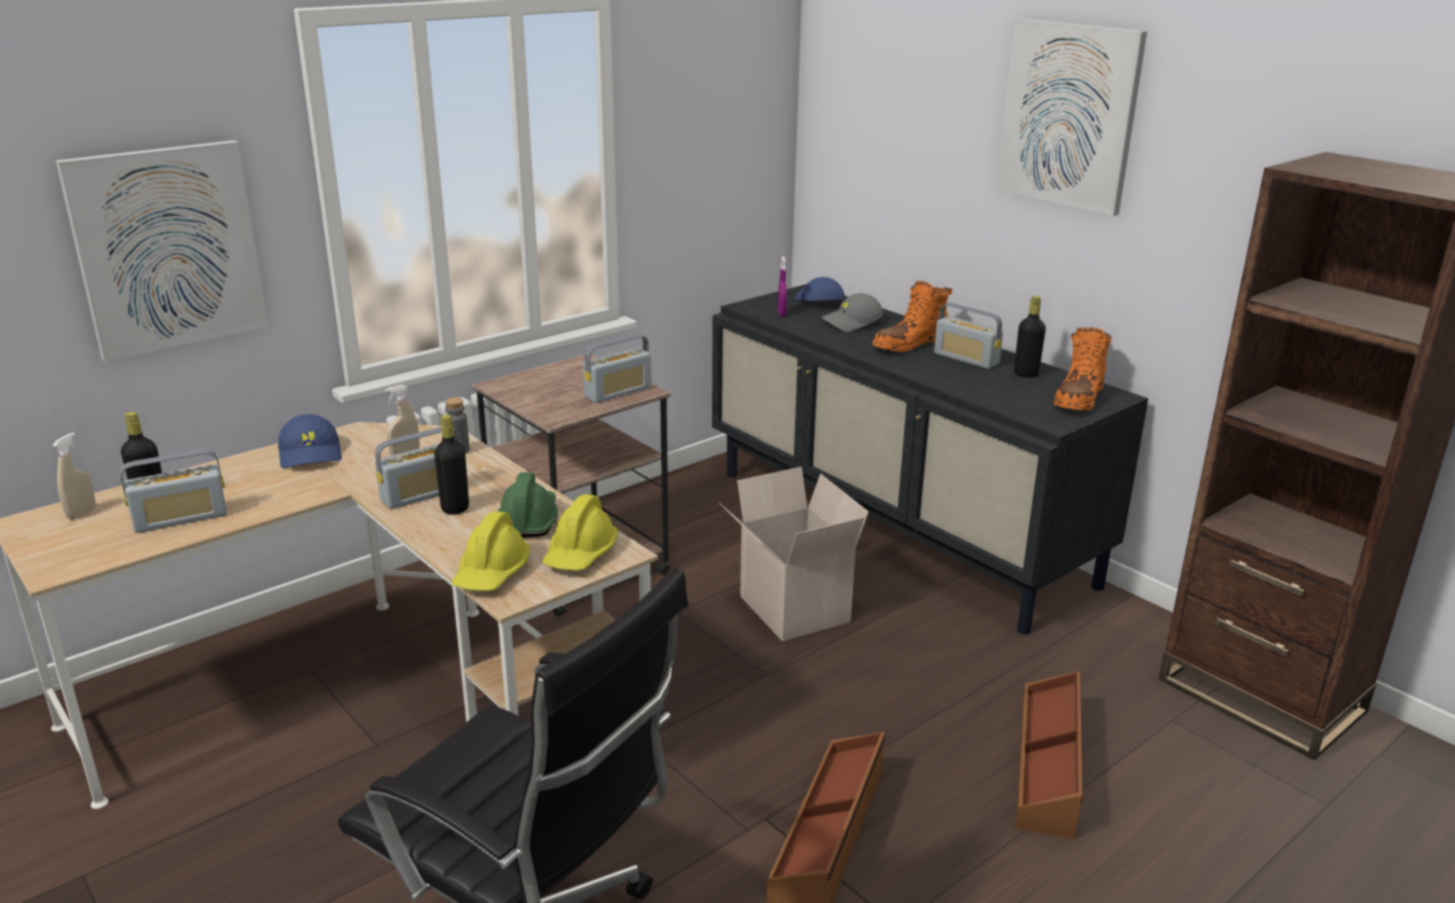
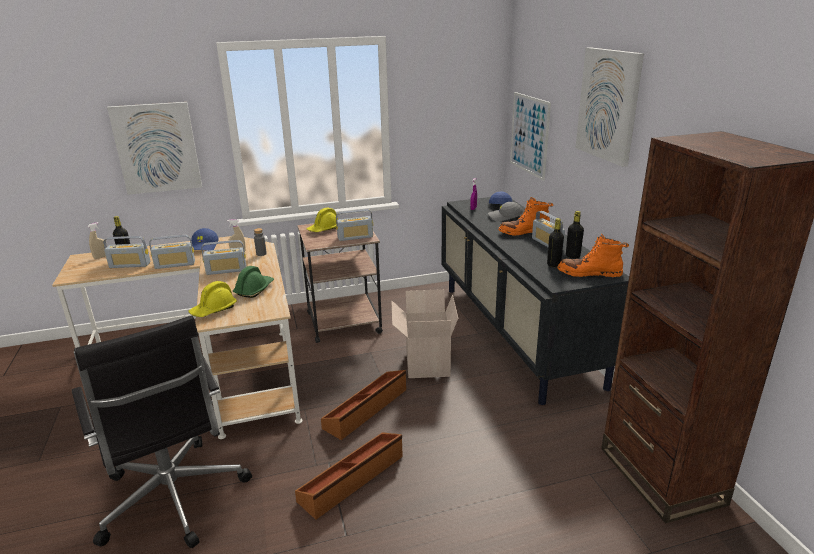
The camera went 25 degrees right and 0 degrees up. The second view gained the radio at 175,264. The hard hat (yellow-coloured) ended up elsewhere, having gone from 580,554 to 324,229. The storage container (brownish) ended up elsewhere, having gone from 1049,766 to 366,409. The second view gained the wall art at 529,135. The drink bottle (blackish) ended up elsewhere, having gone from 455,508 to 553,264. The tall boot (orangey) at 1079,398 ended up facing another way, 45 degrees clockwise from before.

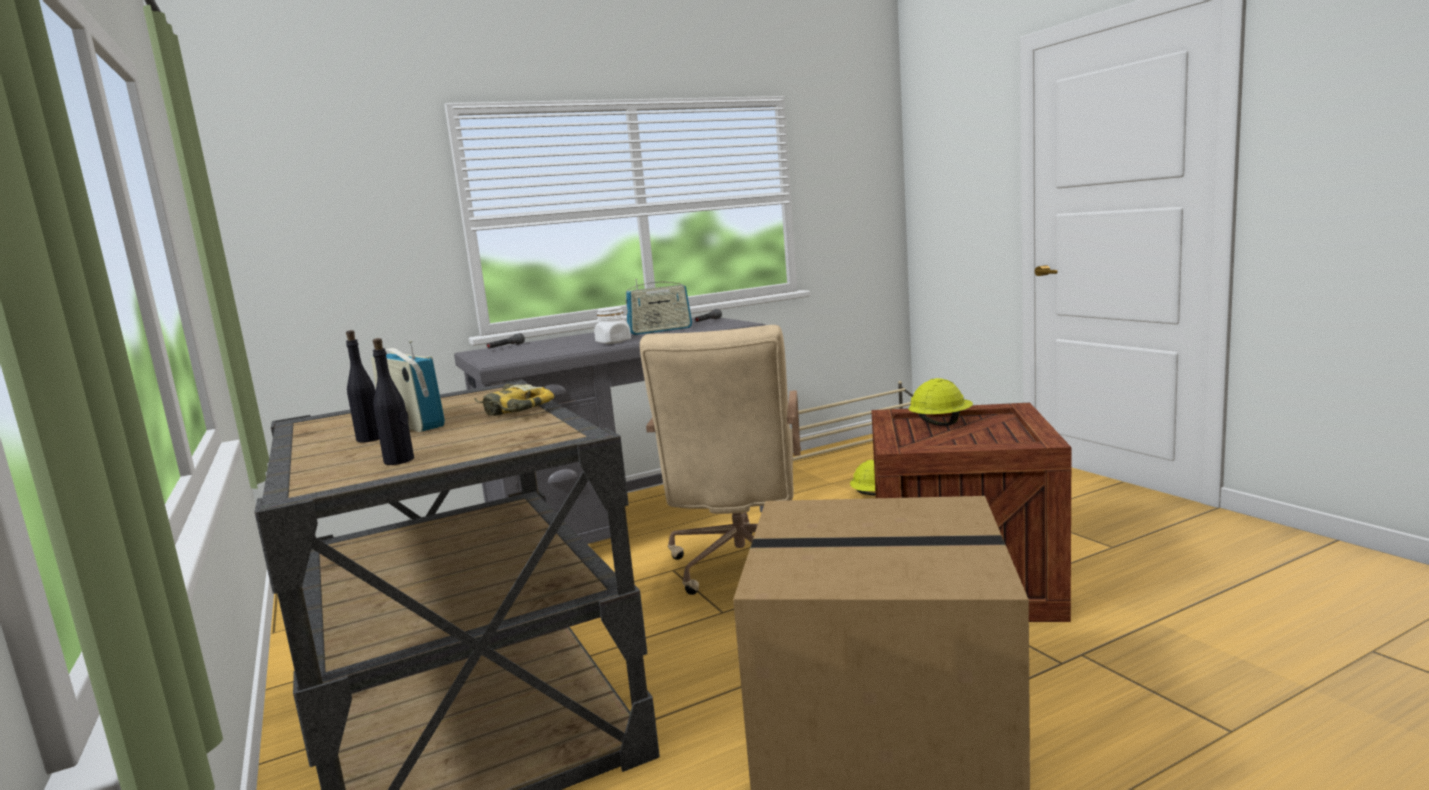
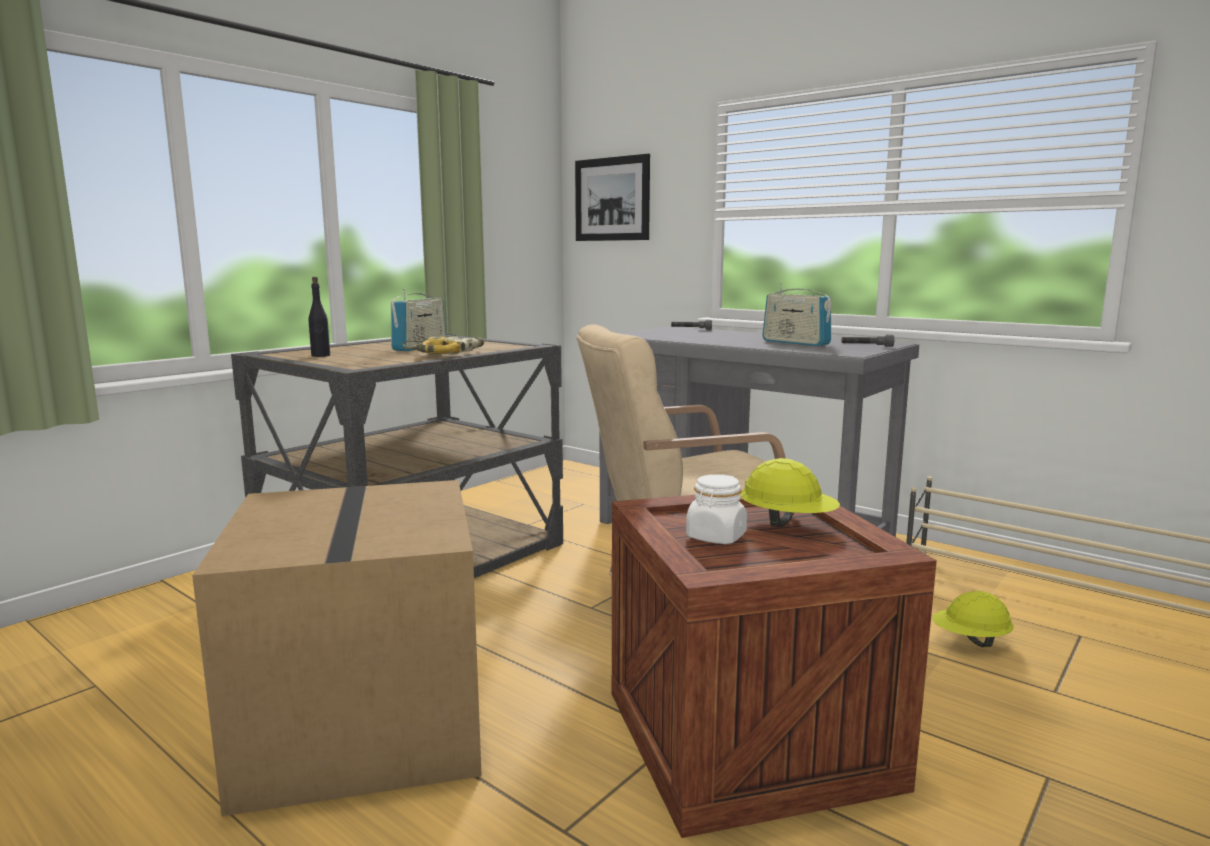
The camera went 65 degrees right and 0 degrees up. The second view gained the wall art at 612,199. The storage jar (white-coloured) ended up elsewhere, having gone from 613,342 to 716,537. The second view lost the drink bottle (blackish) at 370,439.

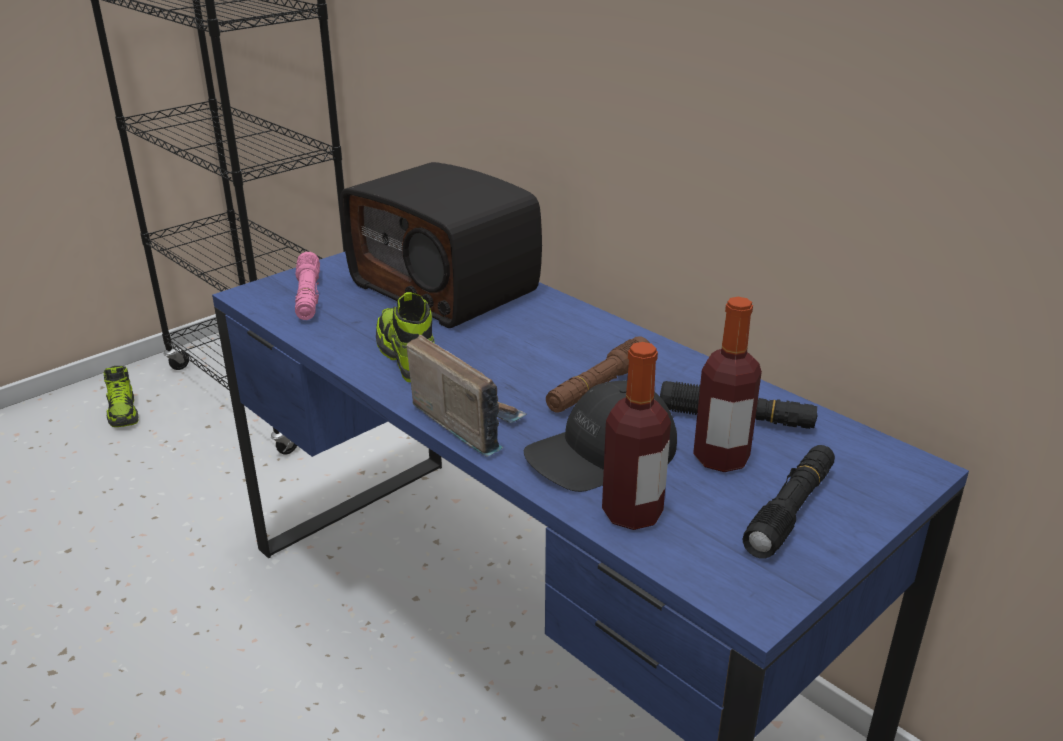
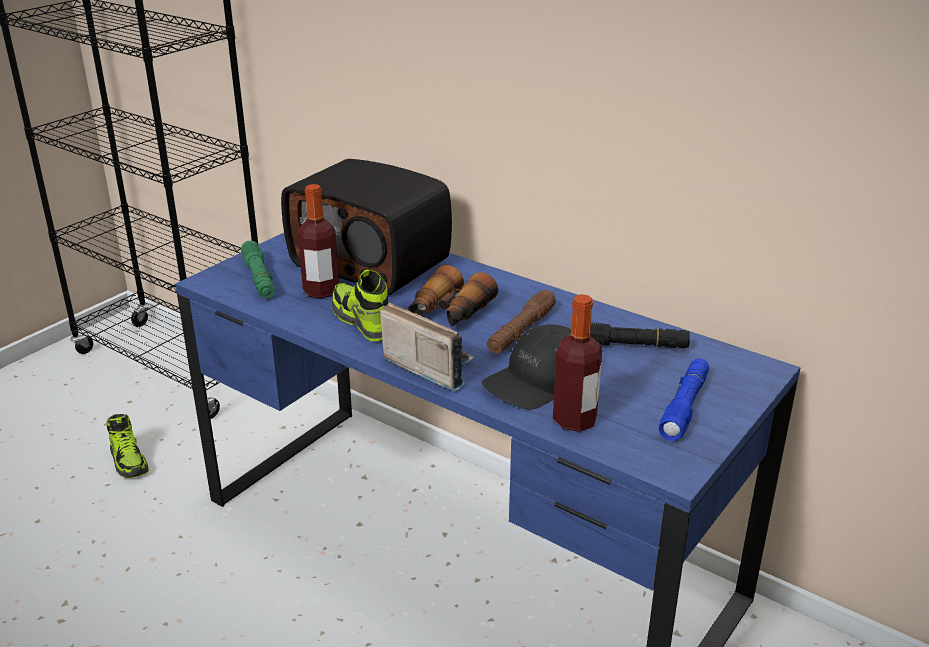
The camera went 10 degrees left and 0 degrees up. The shoe ended up elsewhere, having gone from 124,412 to 129,461. What was the torch (pink) at 308,296 turned into the torch (greenish) at 259,278. The drink bottle ended up elsewhere, having gone from 721,458 to 321,291. The second view gained the field glasses at 449,313. What was the torch (blackish) at 790,510 turned into the torch (blue-coloured) at 684,407.

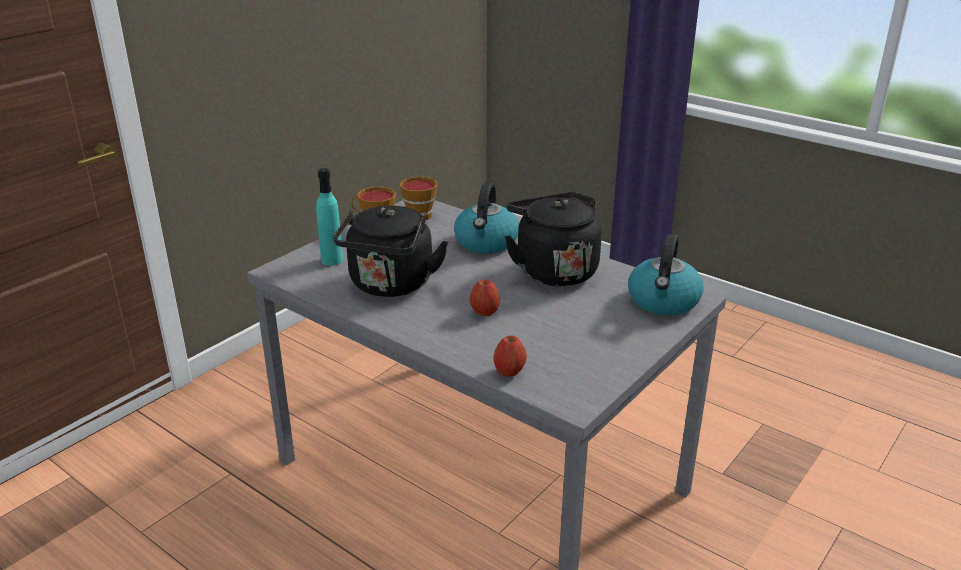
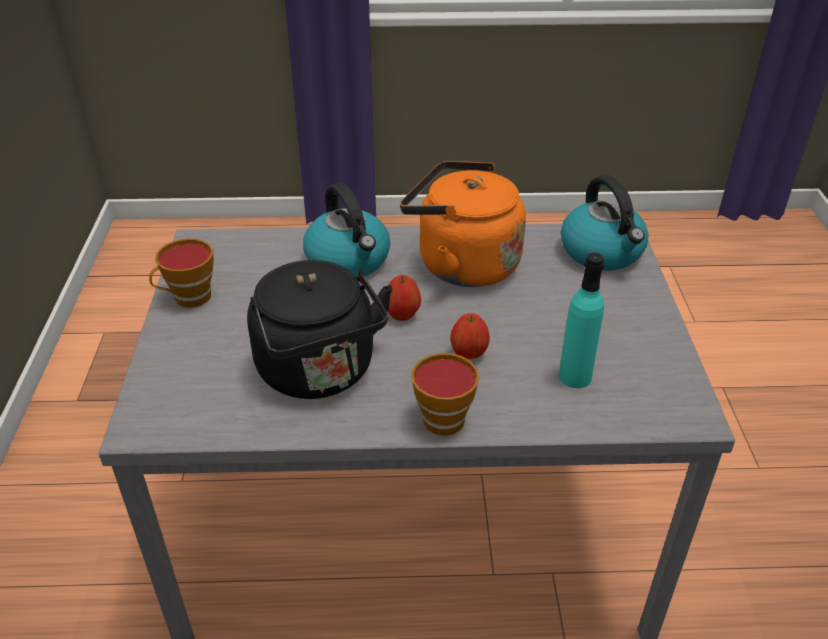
The camera went 40 degrees left and 10 degrees up. The whole apple ended up elsewhere, having gone from 509,372 to 402,314. What was the water kettle (blackish) at 553,270 turned into the water kettle (orangey) at 462,264. The small cup ended up elsewhere, having gone from 421,214 to 442,415. The drink bottle (blue-green) ended up elsewhere, having gone from 332,260 to 575,376.

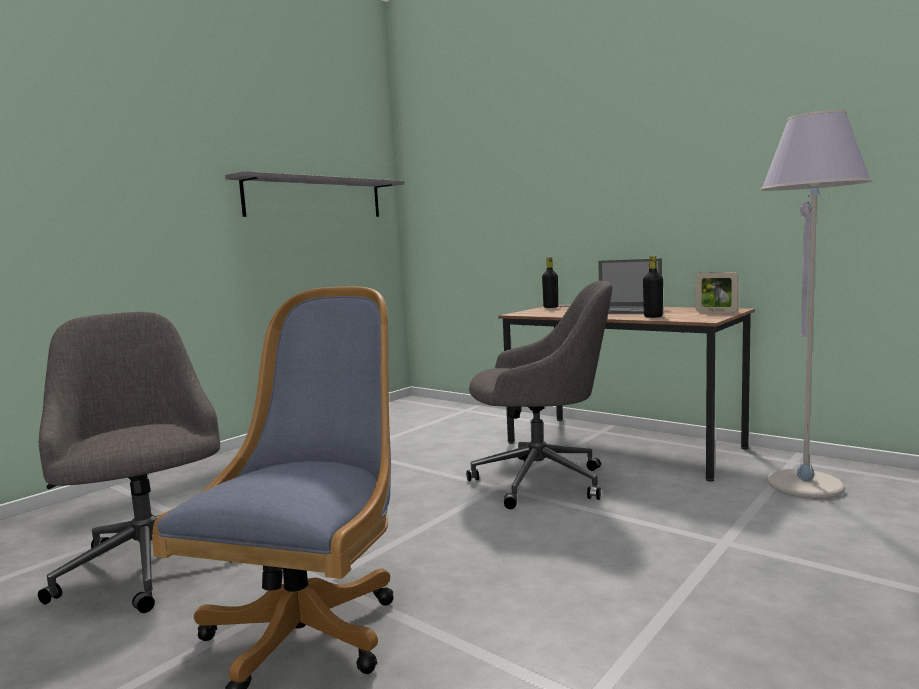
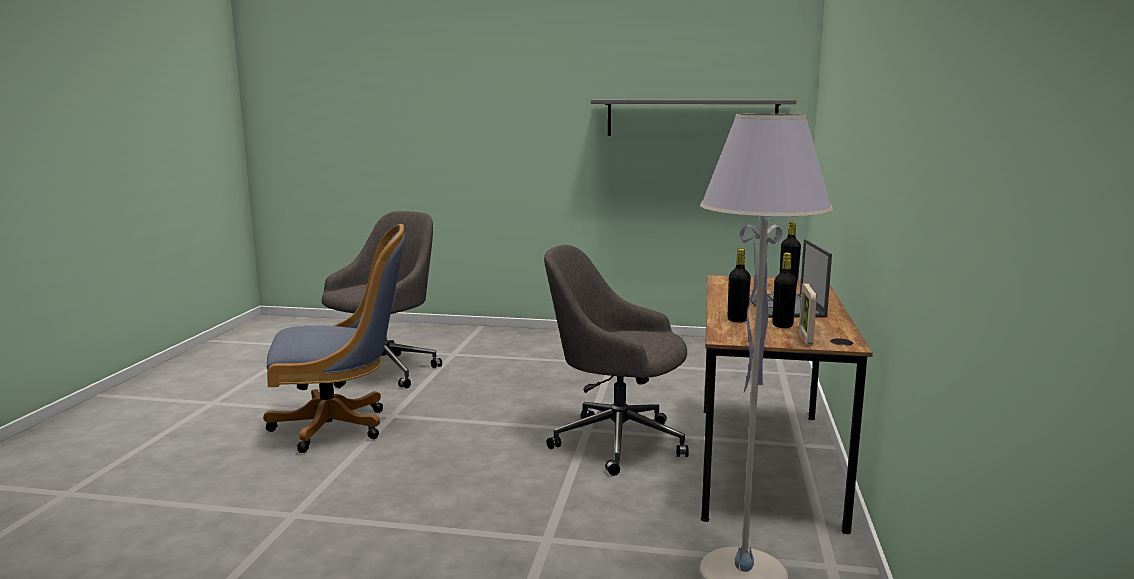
The camera went 60 degrees right and 5 degrees up. The desk chair (grey) at 540,481 ended up facing another way, 135 degrees clockwise from before. The second view gained the drink bottle (blackish) at 782,325.

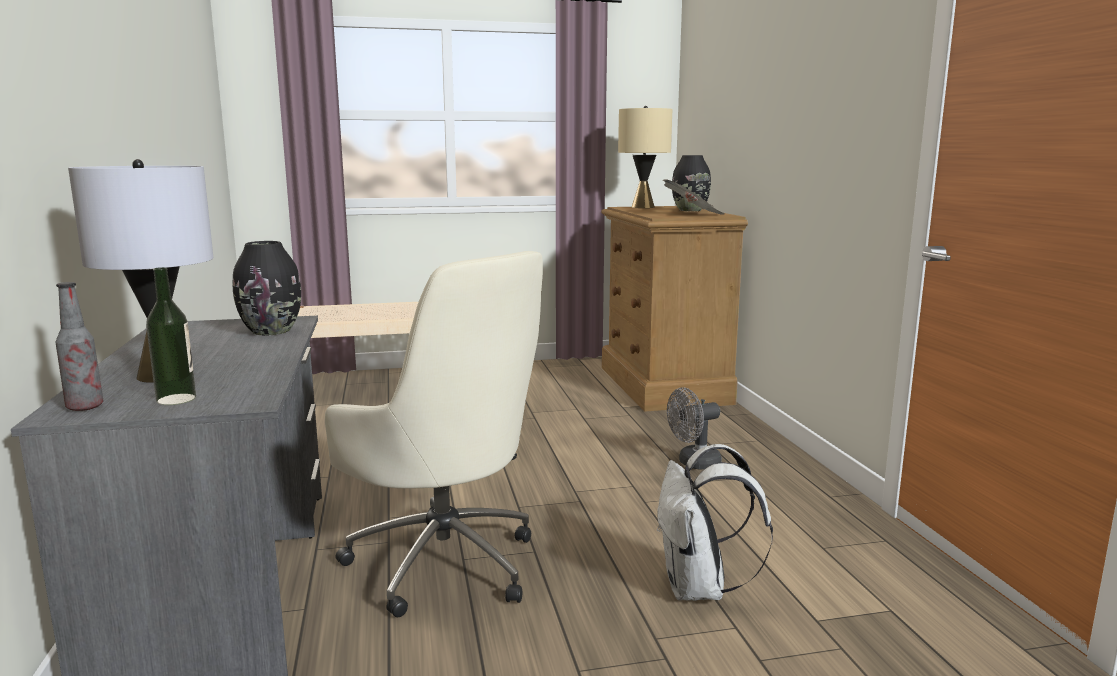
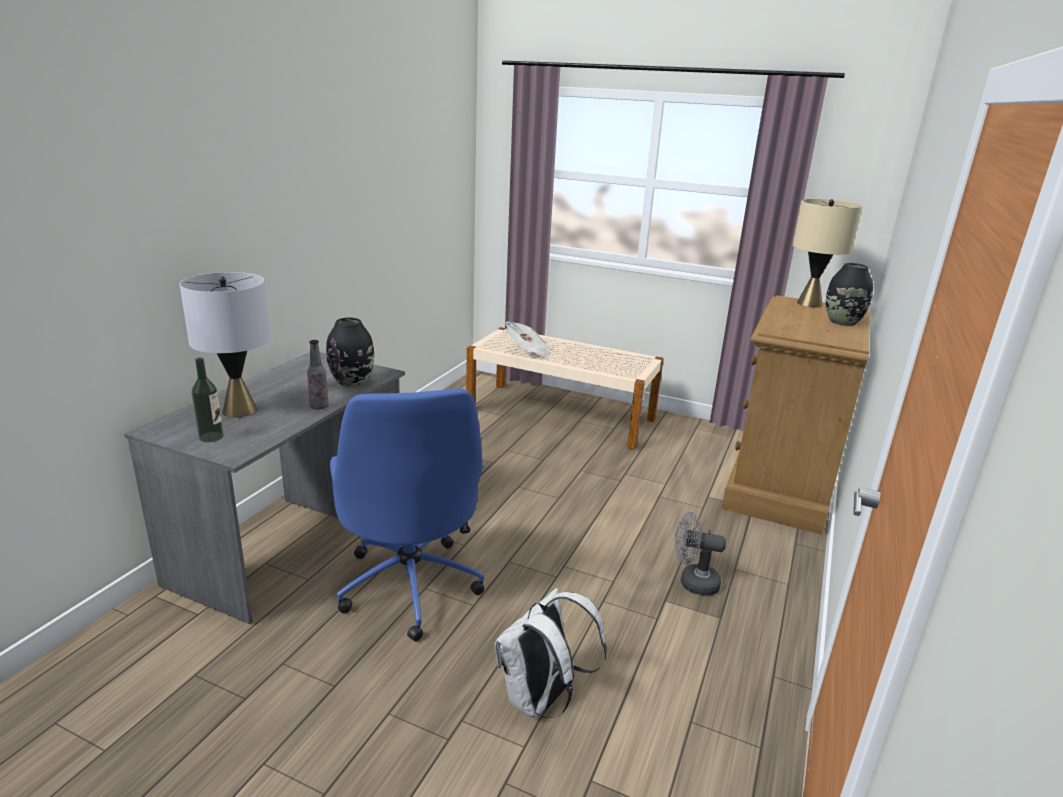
The camera went 35 degrees right and 10 degrees up. The drink bottle ended up elsewhere, having gone from 85,407 to 319,406. What was the desk chair (beige) at 445,564 turned into the desk chair (blue-coloured) at 410,586. The printed paper ended up elsewhere, having gone from 692,214 to 528,352.

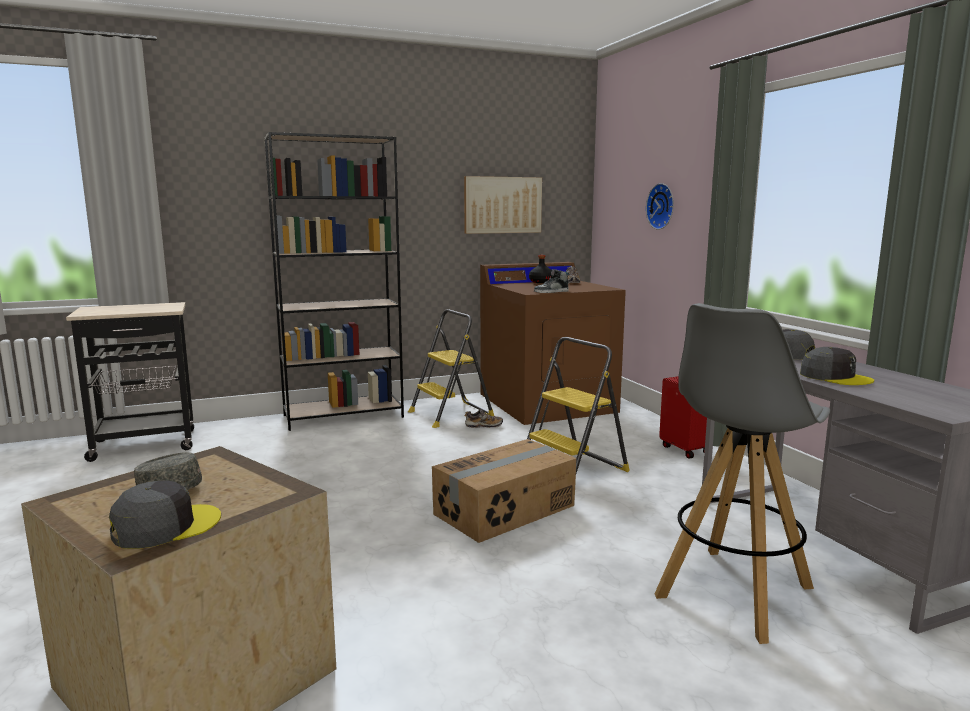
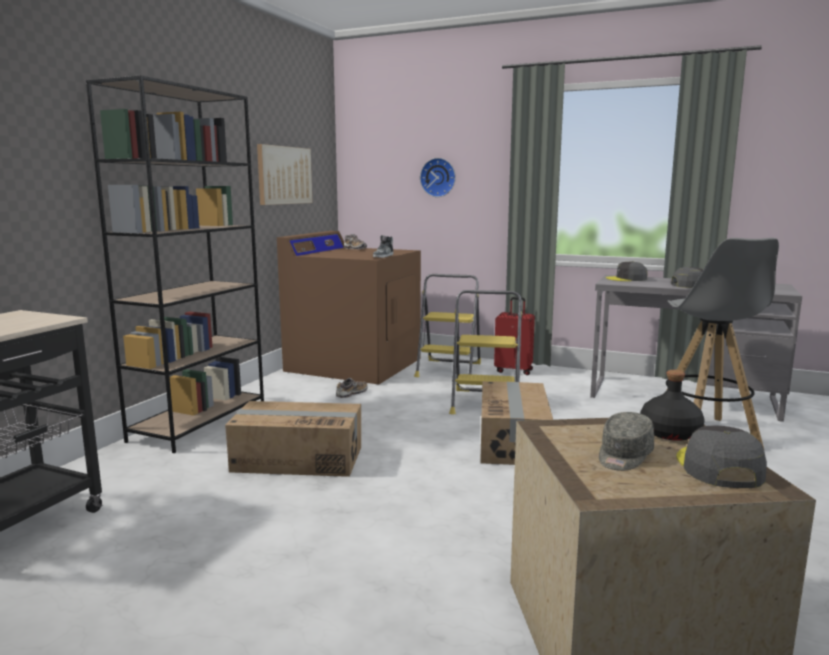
The camera went 45 degrees left and 0 degrees up. The second view gained the packing box at 298,458. The step ladder (yellow-coloured) ended up elsewhere, having gone from 454,413 to 450,369. The drink bottle (blackish) ended up elsewhere, having gone from 541,282 to 669,433.

